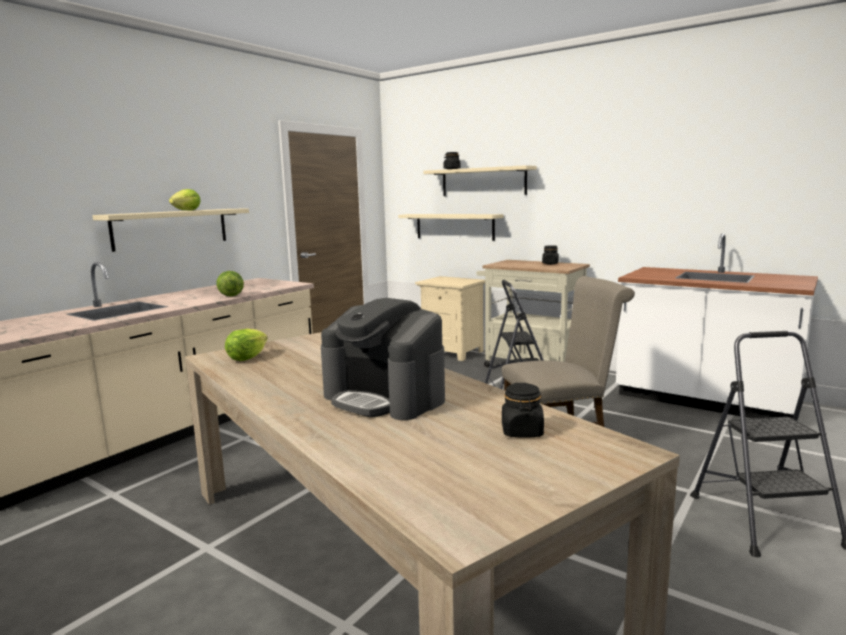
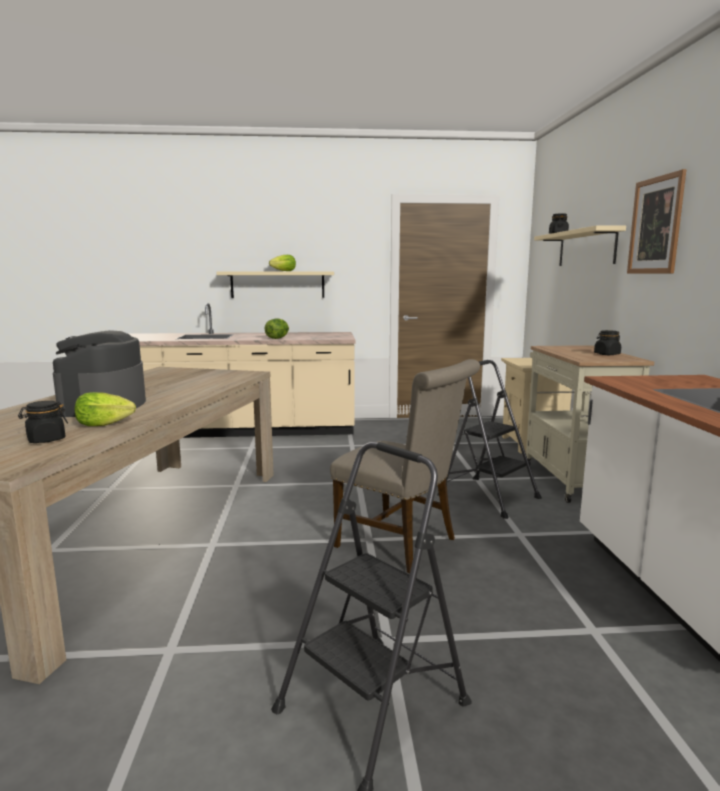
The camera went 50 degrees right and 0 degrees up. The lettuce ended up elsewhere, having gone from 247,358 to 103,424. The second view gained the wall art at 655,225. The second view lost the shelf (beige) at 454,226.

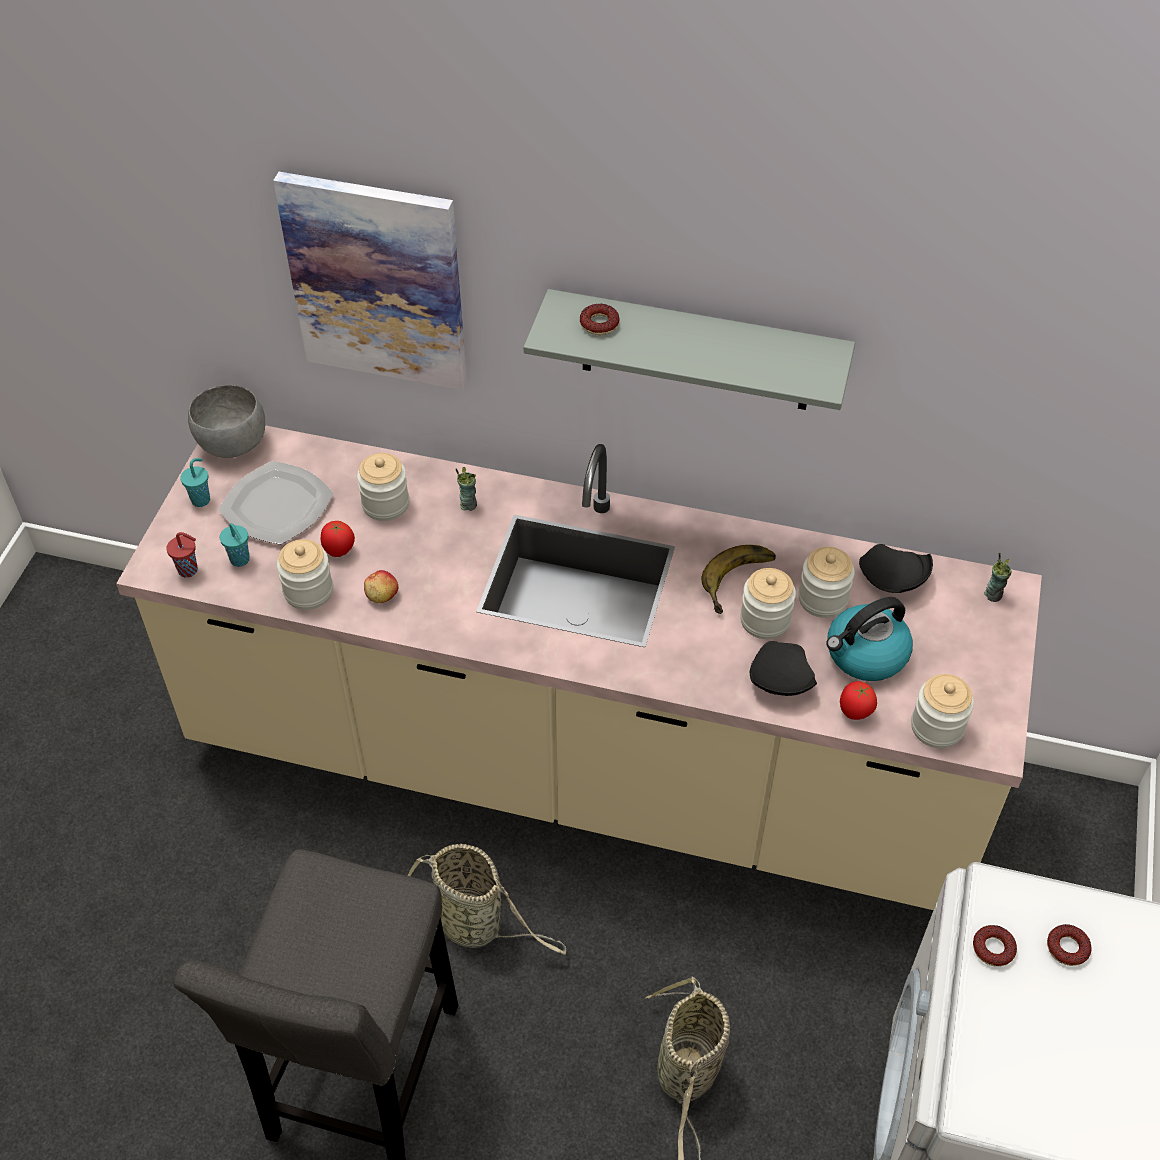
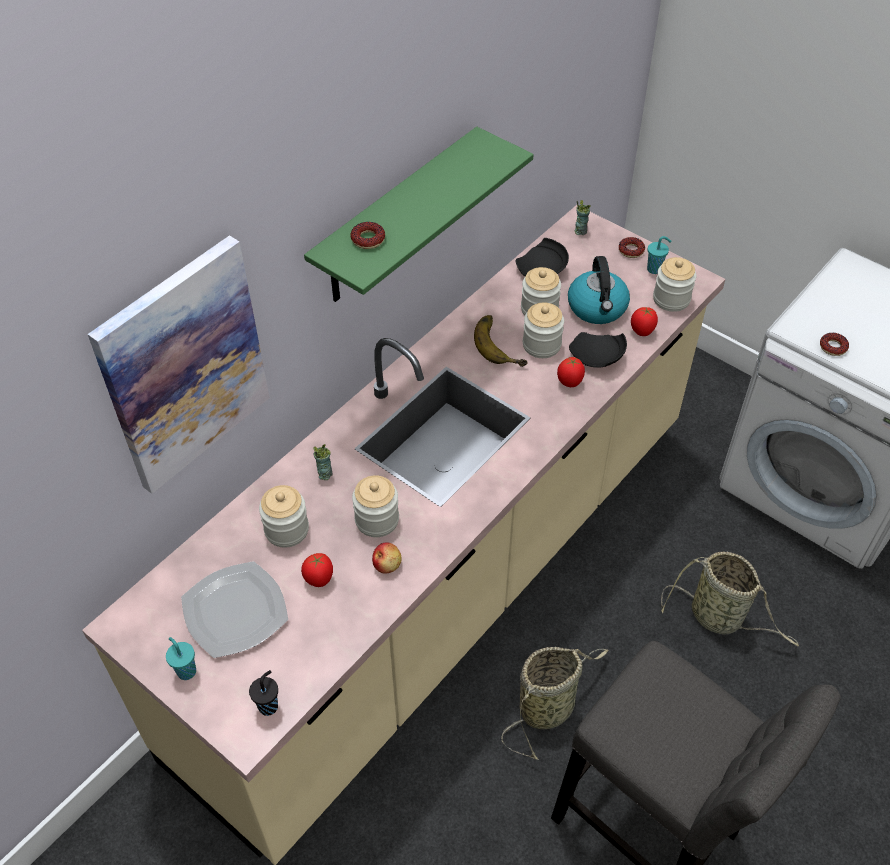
The camera went 65 degrees left and 0 degrees up. What was the small cup (red-coloured) at 189,570 turned into the small cup (blackish) at 269,705. What was the shelf (grey) at 696,351 turned into the shelf (greenish) at 396,219. The storage jar ended up elsewhere, having gone from 308,591 to 377,520. The second view gained the whole tomato at 570,383. The doughnut ended up elsewhere, having gone from 1067,948 to 631,250. The small cup (blue-green) ended up elsewhere, having gone from 240,560 to 655,269. The second view lost the bowl (grey) at 231,445.

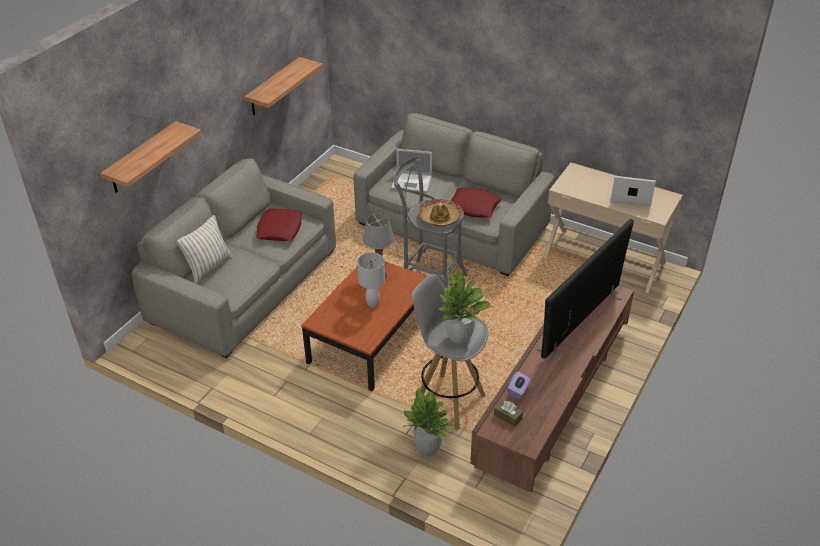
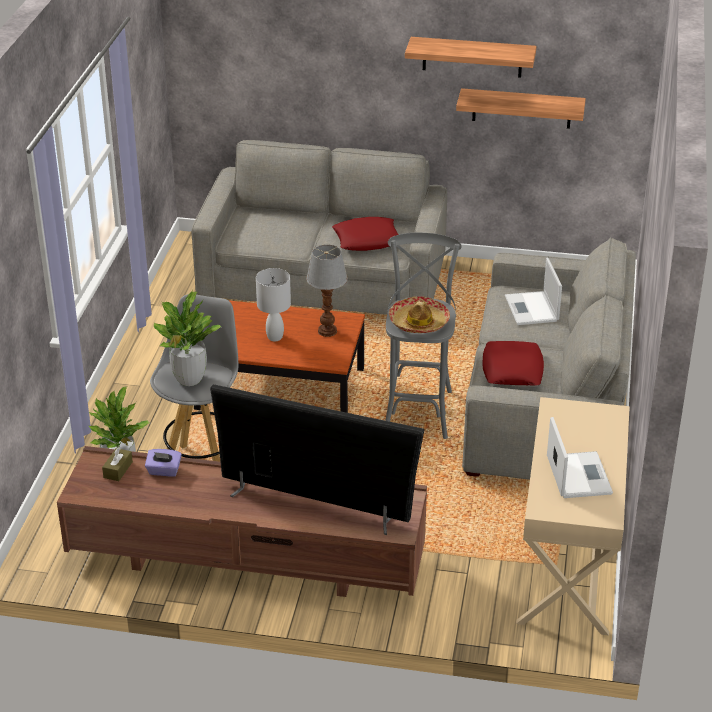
The camera went 70 degrees right and 5 degrees down. The shelf ended up elsewhere, having gone from 142,158 to 472,57. The second view lost the cushion at 209,267.

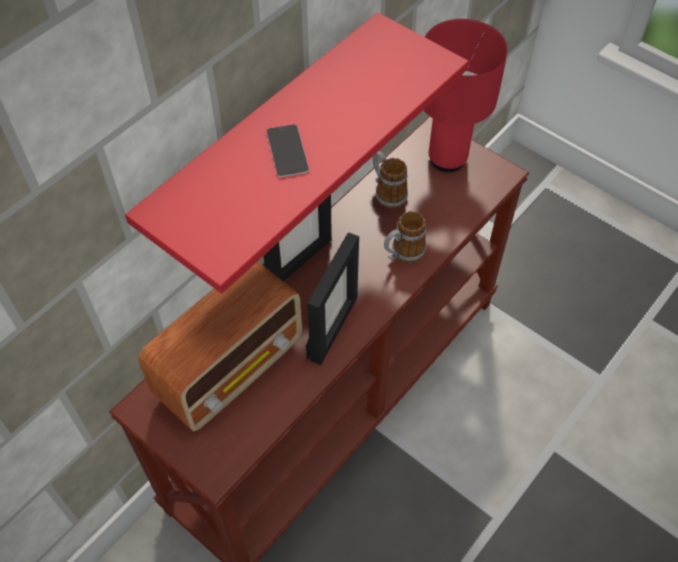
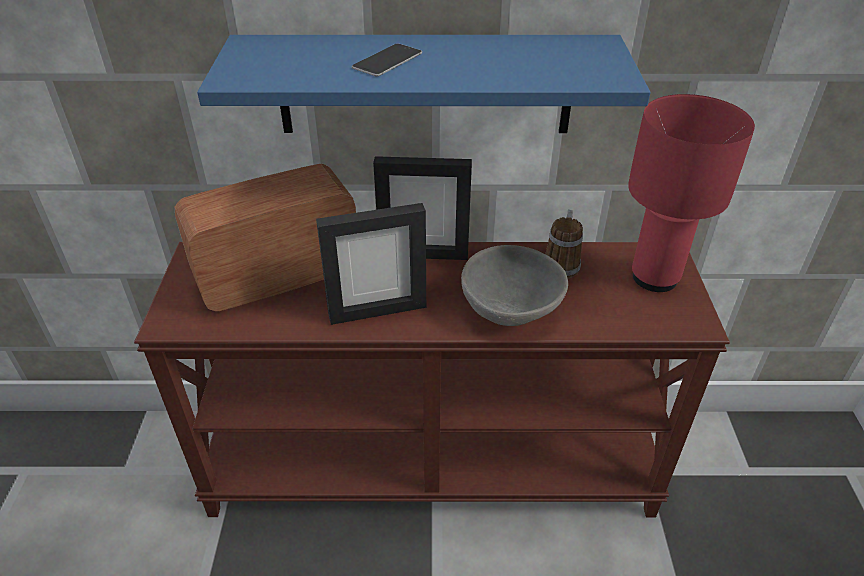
The camera went 50 degrees right and 15 degrees down. The radio at 232,368 ended up facing another way, 150 degrees clockwise from before. What was the shelf (red-coloured) at 266,138 turned into the shelf (blue-coloured) at 425,85. Where the mug stood at 403,253, the bowl (grey) came to stand at 510,308.

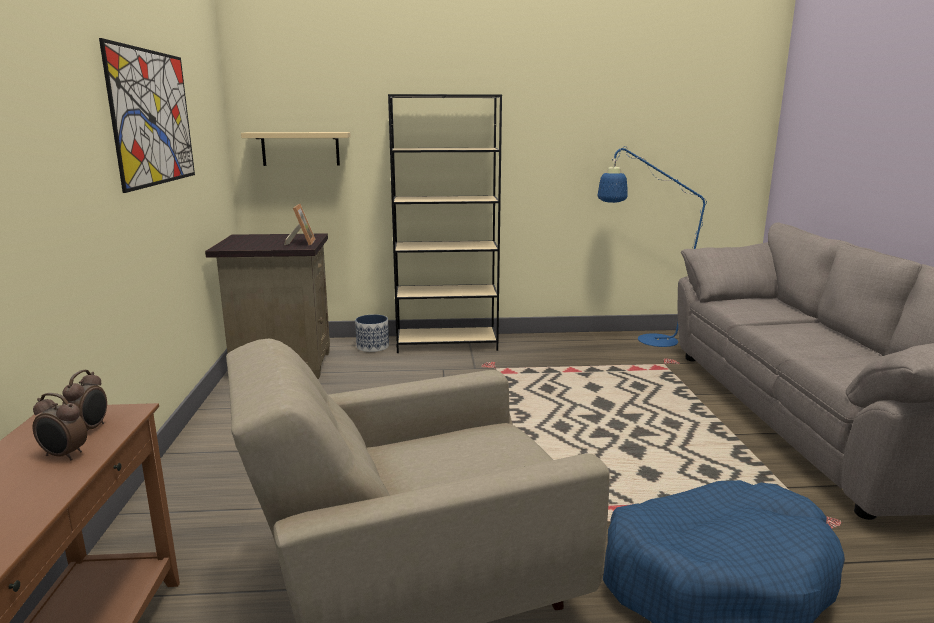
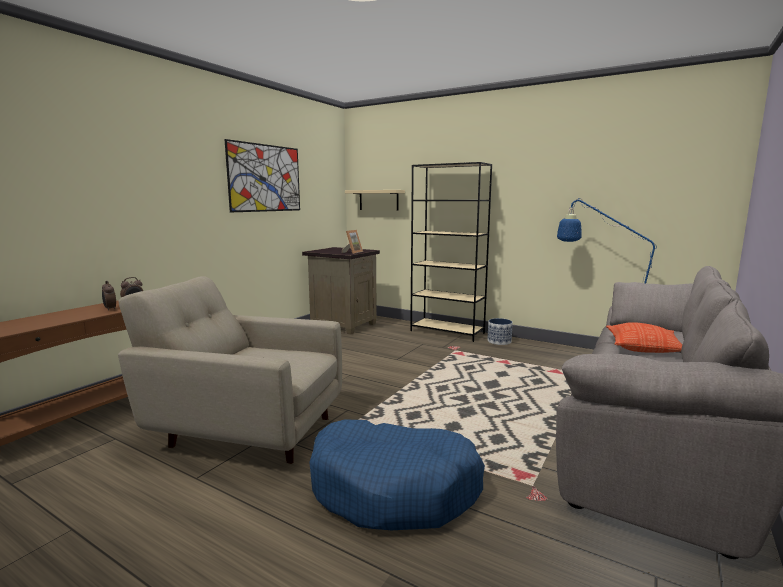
The camera went 35 degrees right and 5 degrees down. The plant pot ended up elsewhere, having gone from 372,346 to 499,341. The second view gained the cushion (orangey) at 643,349.

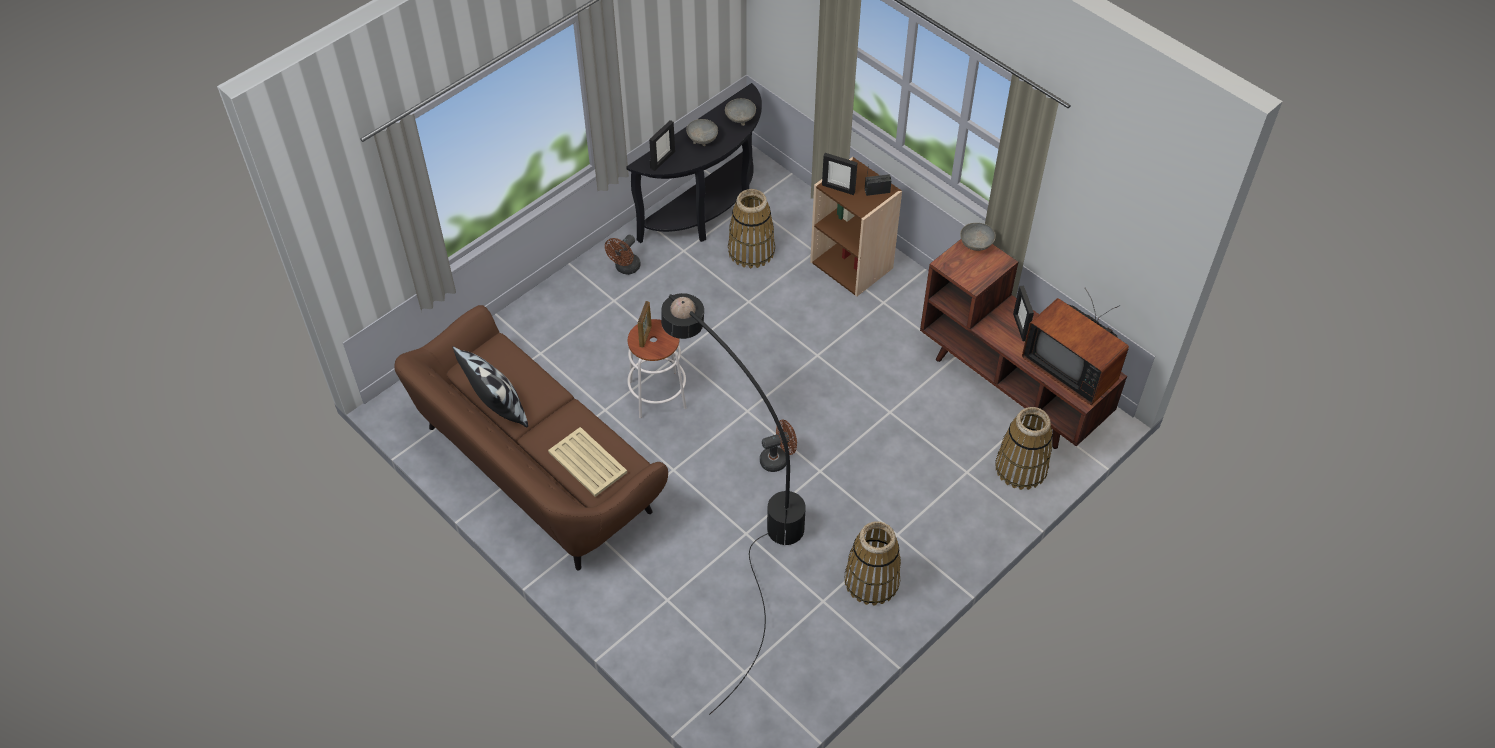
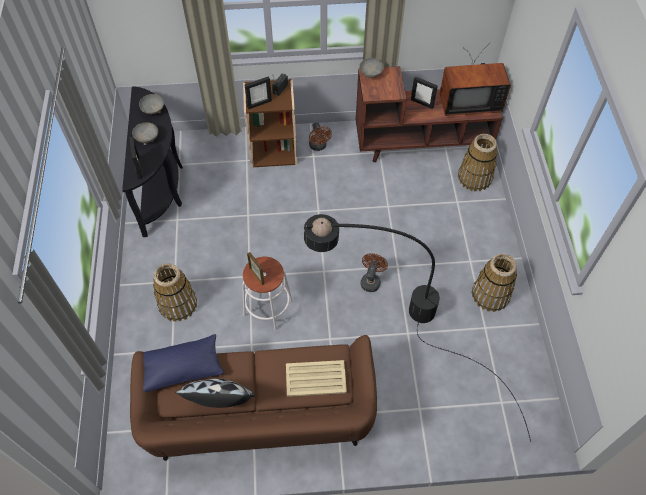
The camera went 50 degrees left and 5 degrees up. The second view gained the cushion (blue-coloured) at 181,368. The storage basket ended up elsewhere, having gone from 751,251 to 178,304. The fan (brownish) ended up elsewhere, having gone from 625,268 to 318,146.

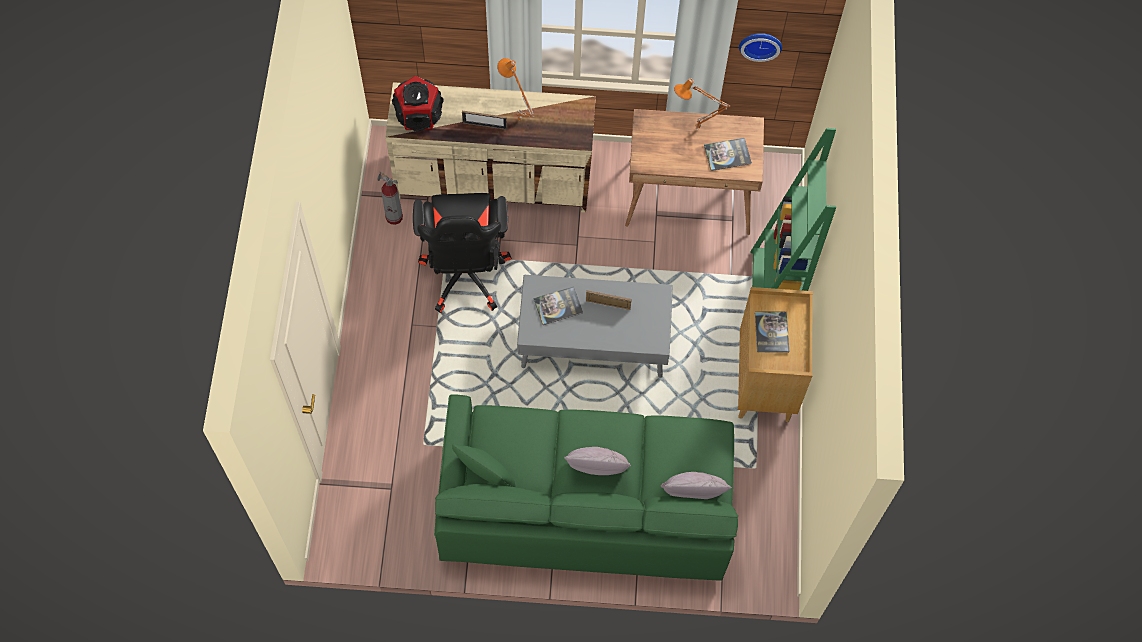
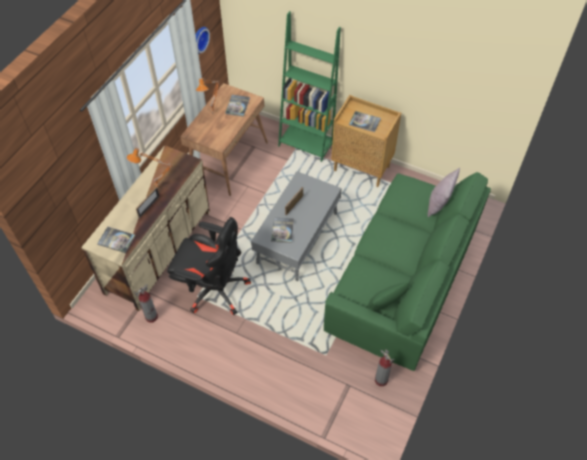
The camera went 65 degrees left and 10 degrees down. Where the audio speaker stood at 419,114, the book came to stand at 116,240. The second view gained the fire-fighting cylinder at 381,380. The second view lost the cushion (purple) at 597,470.

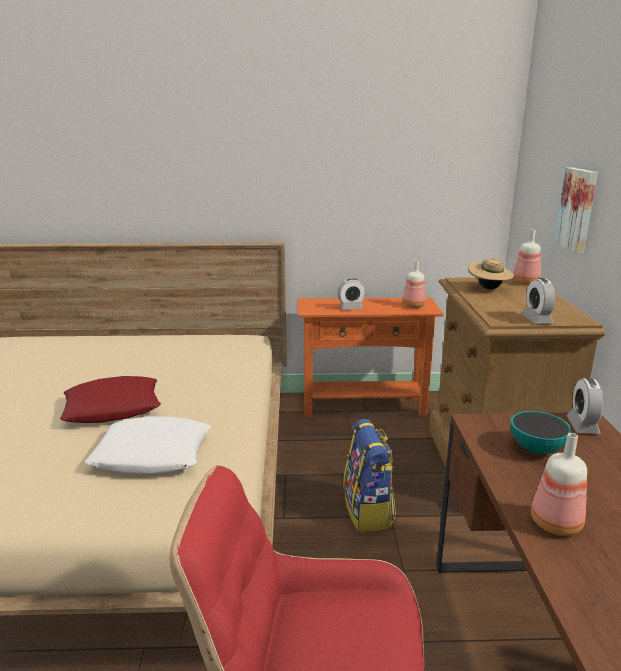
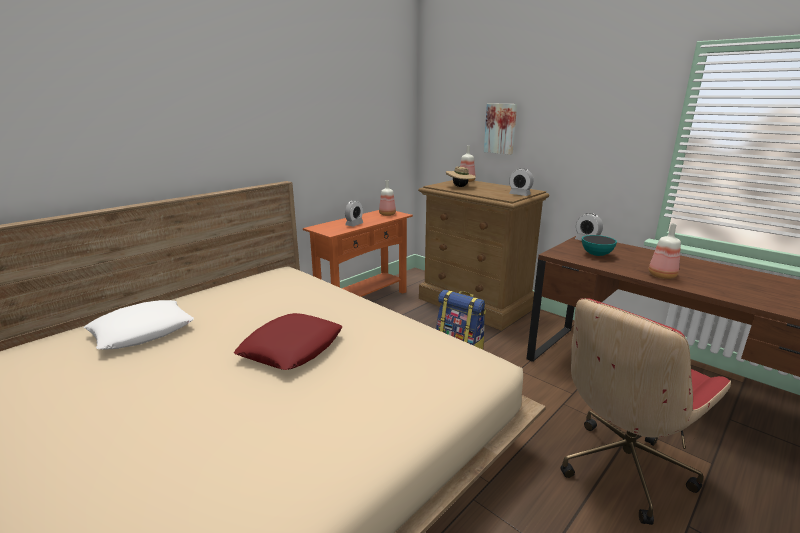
The camera went 45 degrees left and 0 degrees up. The cushion (white-coloured) ended up elsewhere, having gone from 152,454 to 142,331.

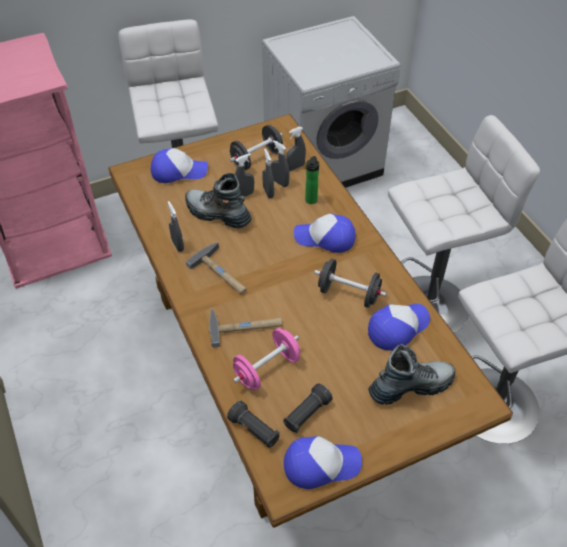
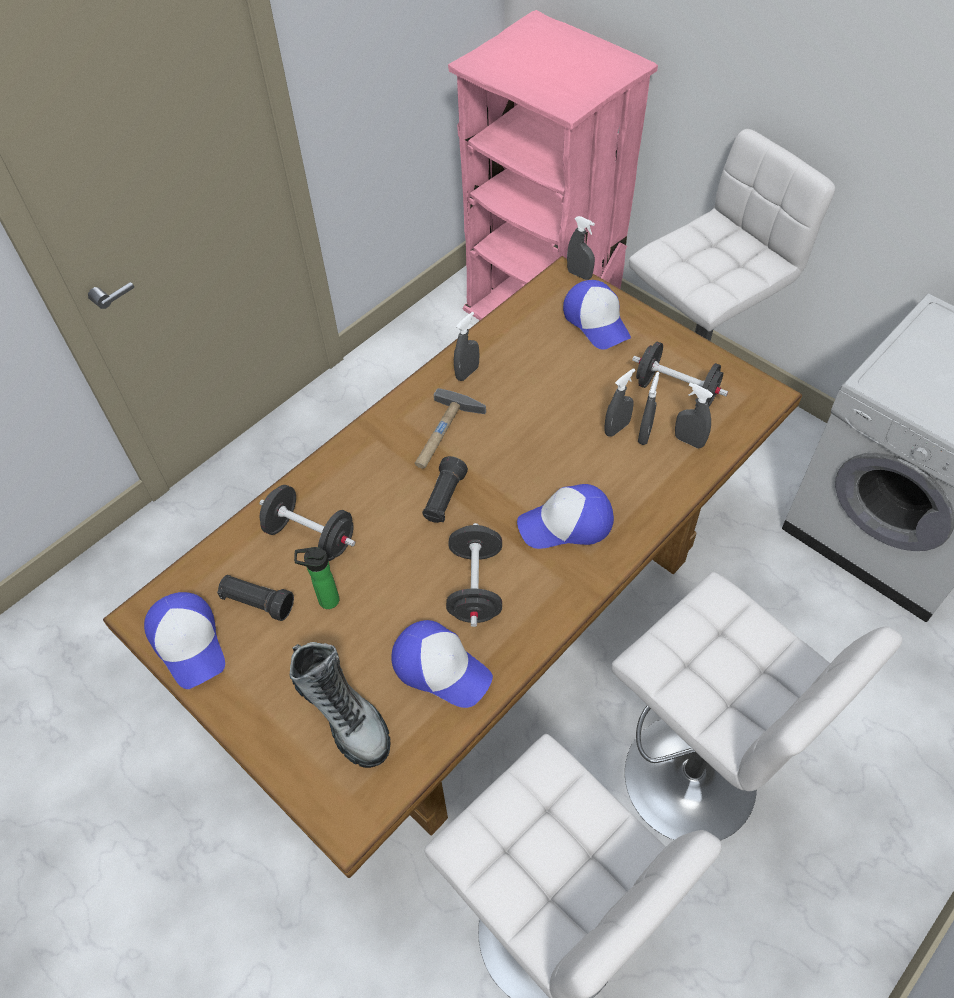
The camera went 70 degrees right and 5 degrees up. What was the dumbbell (pink) at 267,369 turned into the dumbbell (blackish) at 311,536. The drink bottle ended up elsewhere, having gone from 310,201 to 325,600. The torch (blackish) ended up elsewhere, having gone from 254,430 to 444,498. The peaked cap at 325,238 ended up facing another way, 90 degrees counterclockwise from before. The spray bottle (grey) ended up elsewhere, having gone from 244,195 to 579,274. The second view lost the tall boot at 217,214. The second view lost the hand hammer at 245,326.

